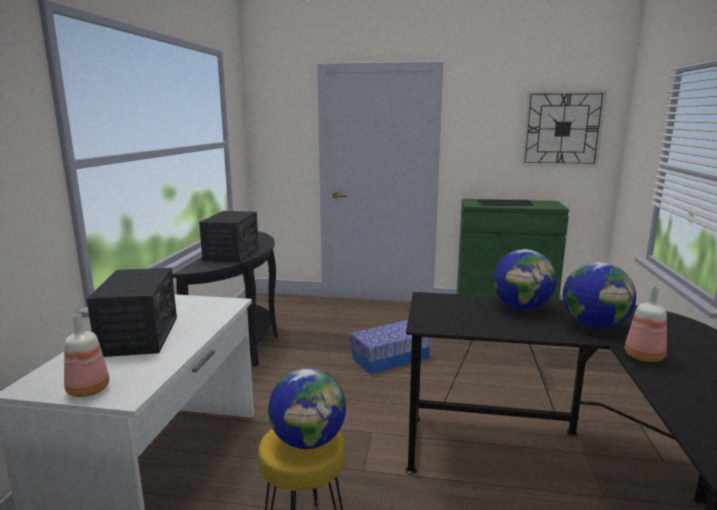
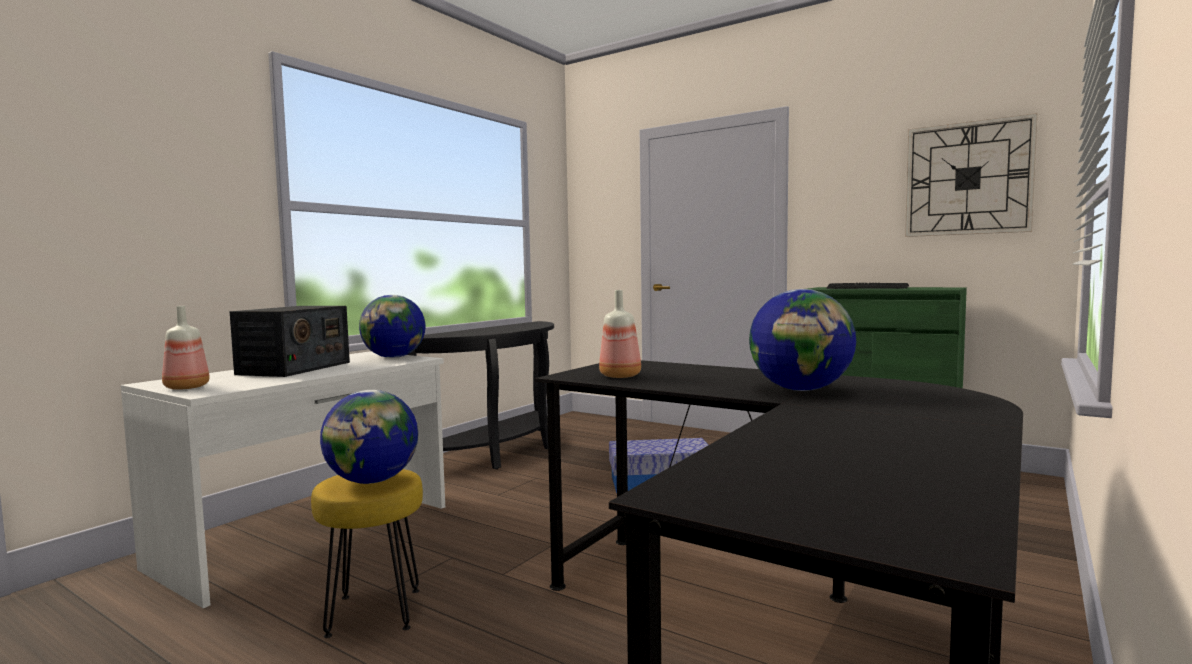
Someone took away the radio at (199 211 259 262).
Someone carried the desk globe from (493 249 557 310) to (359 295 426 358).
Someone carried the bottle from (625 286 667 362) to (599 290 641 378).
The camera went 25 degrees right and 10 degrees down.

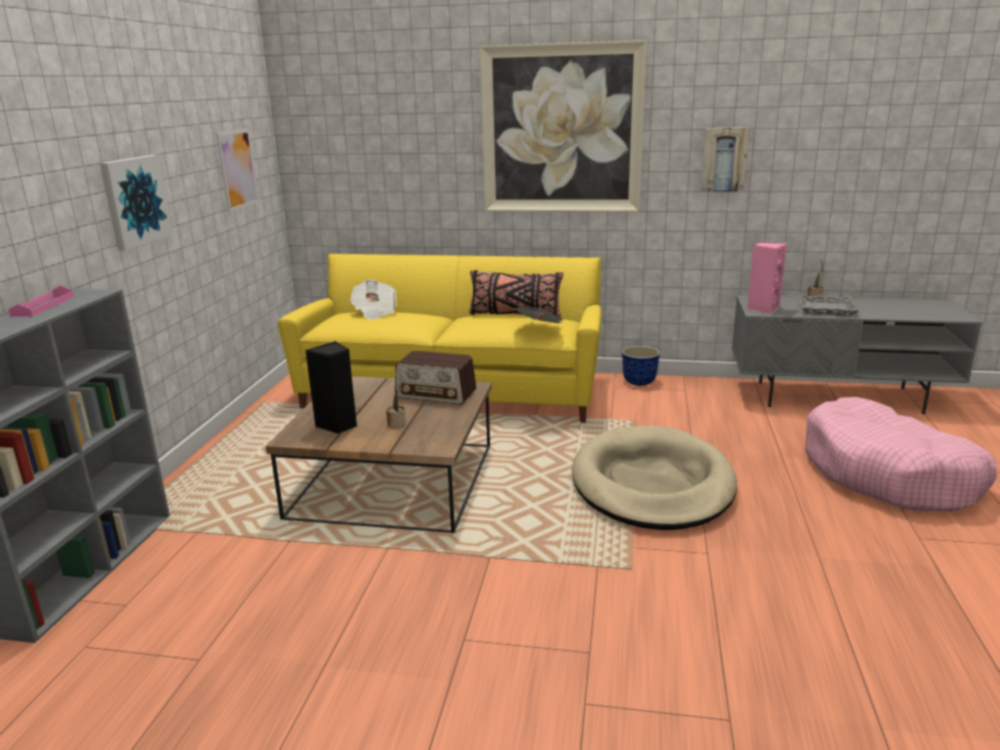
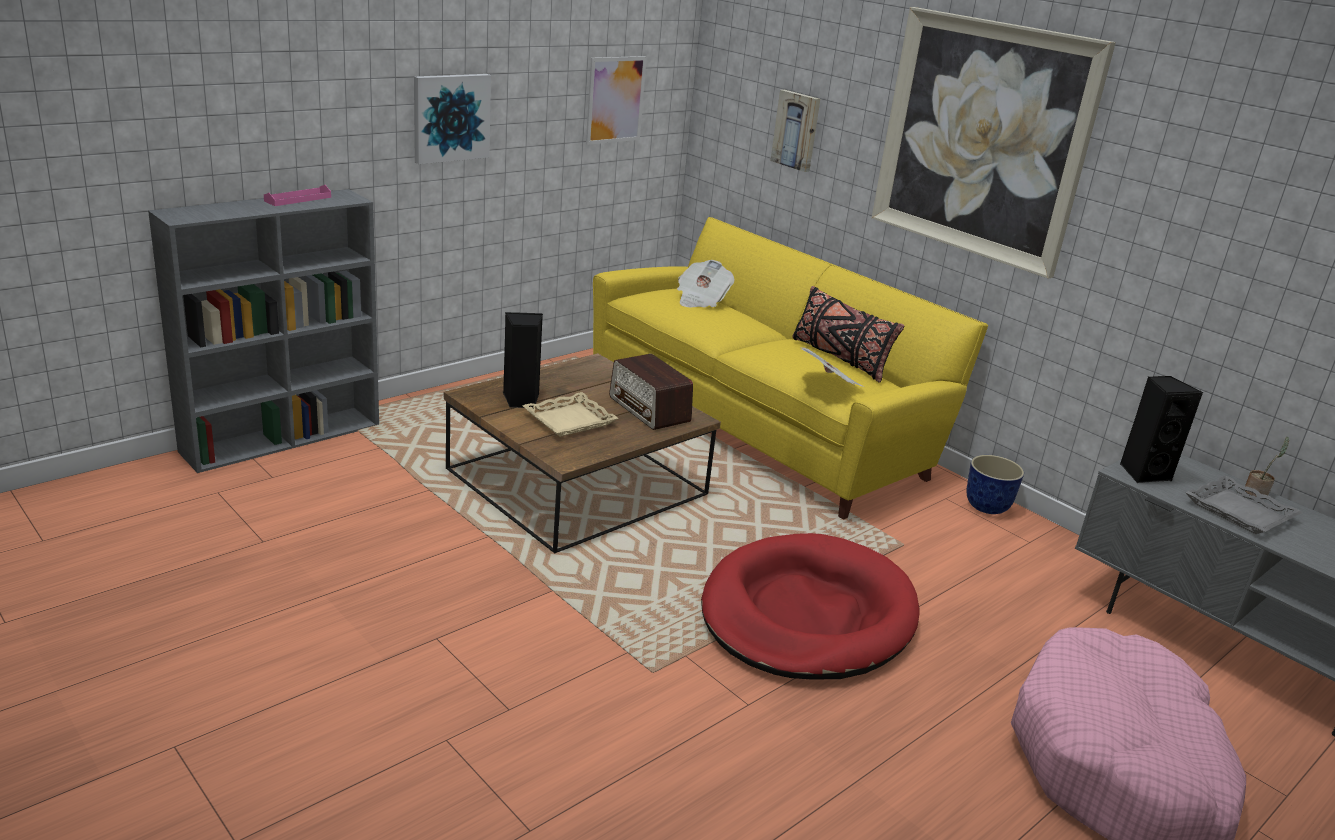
Someone carried the wall art from (701 127 749 192) to (770 90 820 172).
Someone swapped the potted plant at (386 372 406 428) for the carrying tray in beige-coloured at (522 392 618 437).
Someone repainted the pet bed in beige-coloured at (572 426 737 530), which became the pet bed in red at (701 533 920 679).
Someone repainted the audio speaker in pink at (747 242 787 314), which became the audio speaker in black-coloured at (1120 376 1203 483).
The camera went 35 degrees right and 5 degrees up.

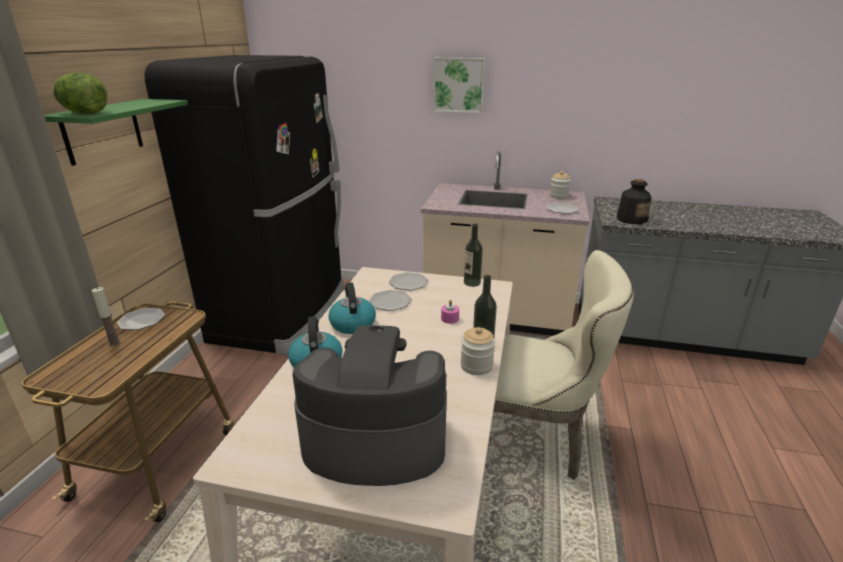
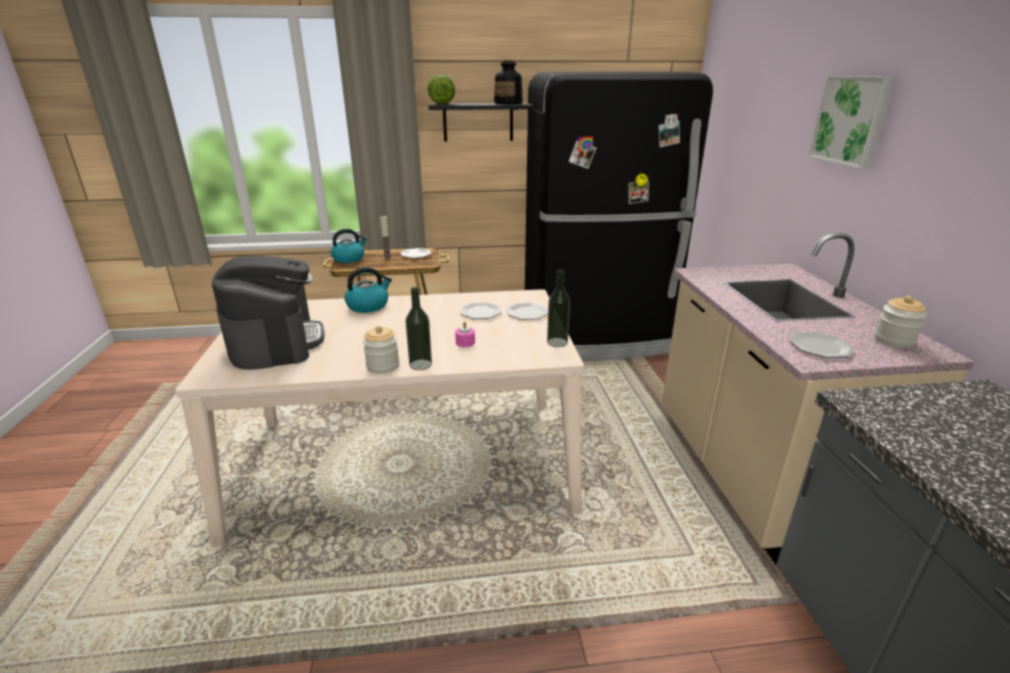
Someone took away the chair in beige-coloured at (494 250 634 480).
Someone carried the kettle from (329 282 376 334) to (331 229 367 263).
Someone carried the bottle from (617 179 651 224) to (494 60 522 104).
Someone repainted the wall shelf in greenish at (44 99 188 166), which became the wall shelf in black-coloured at (429 103 533 142).
The camera went 70 degrees right and 0 degrees up.

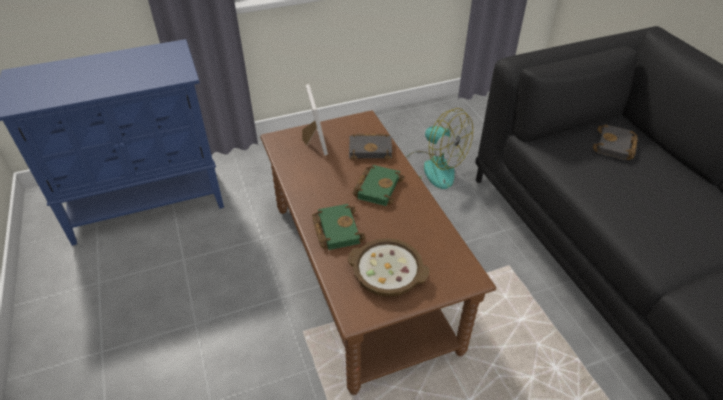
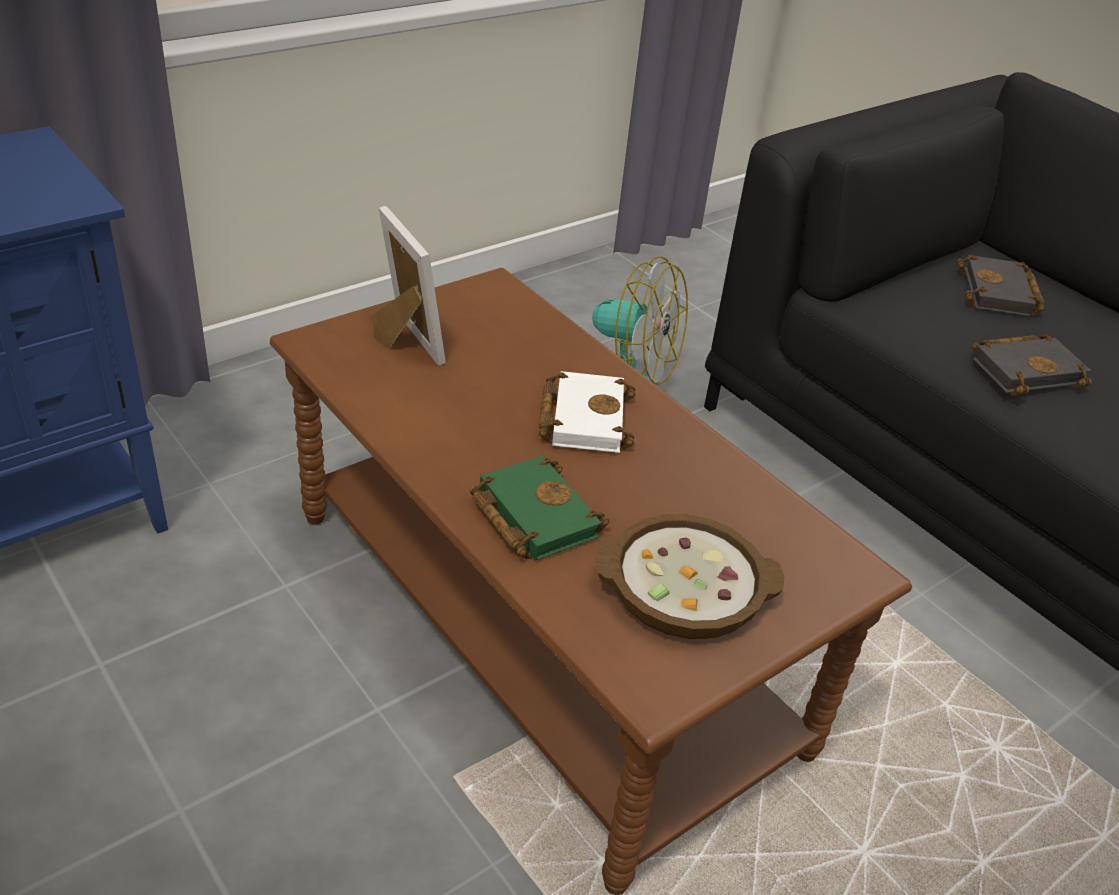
Someone carried the book in black-coloured from (349 134 392 160) to (972 334 1092 396).
Someone repainted the book in greenish at (353 165 405 206), which became the book in white at (539 371 635 453).
The camera went 20 degrees left and 5 degrees down.

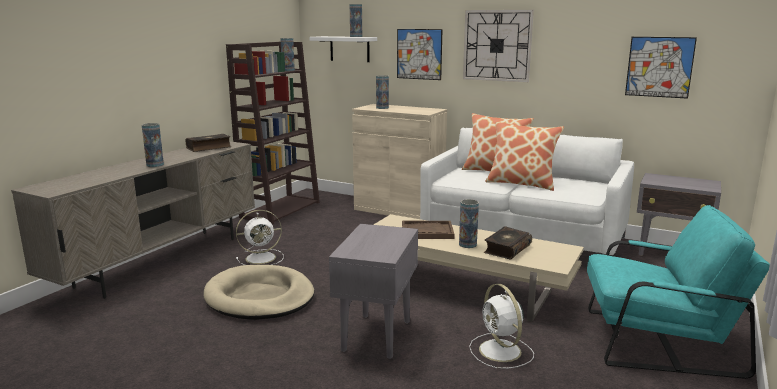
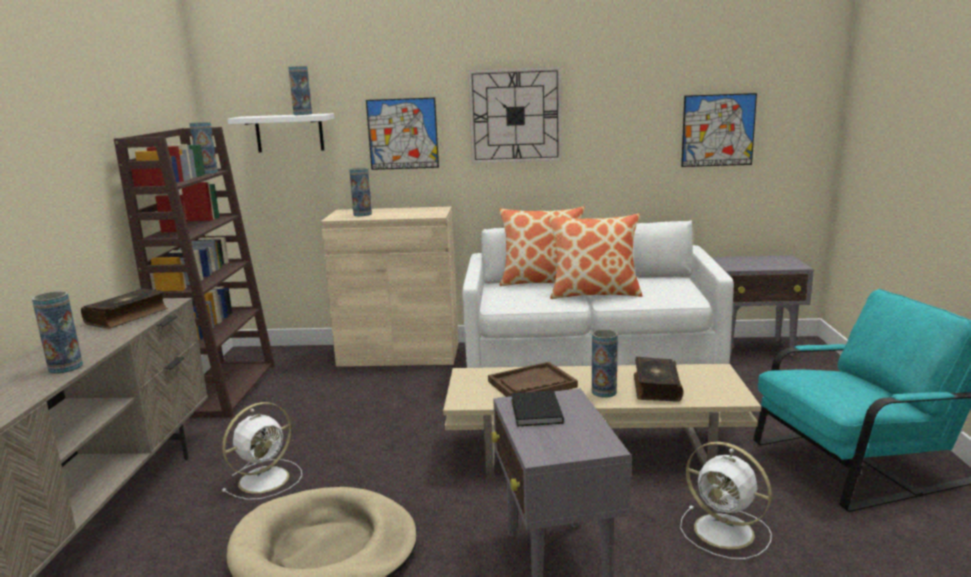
Someone put down the book in black-coloured at (511 391 564 427).
The camera went 25 degrees left and 0 degrees up.

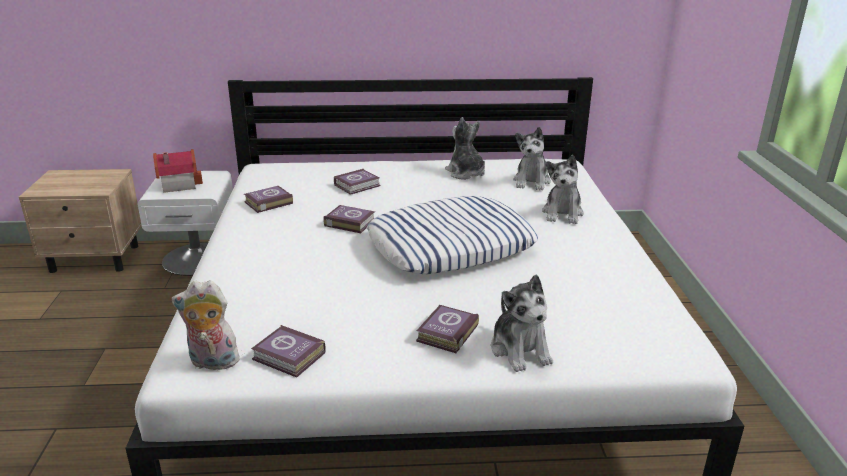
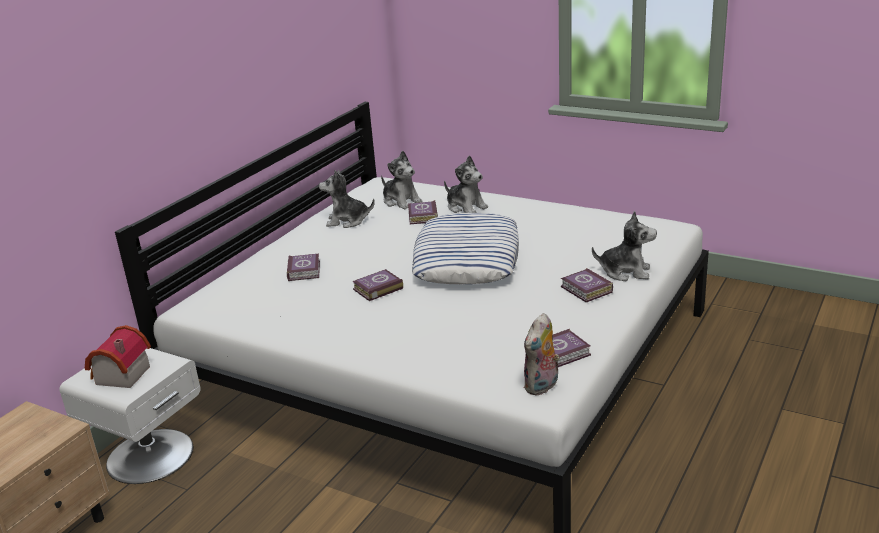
Someone carried the book from (244 186 293 213) to (408 200 438 224).
The camera went 55 degrees left and 0 degrees up.

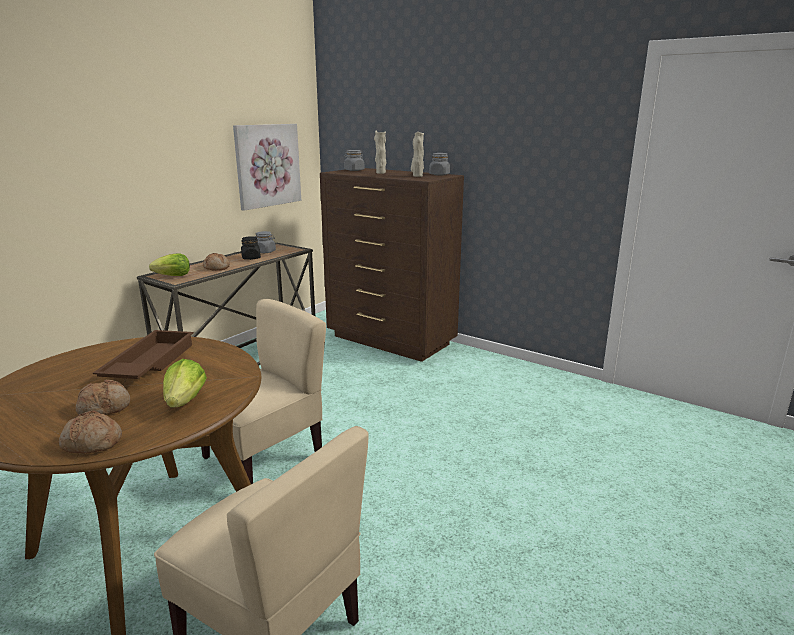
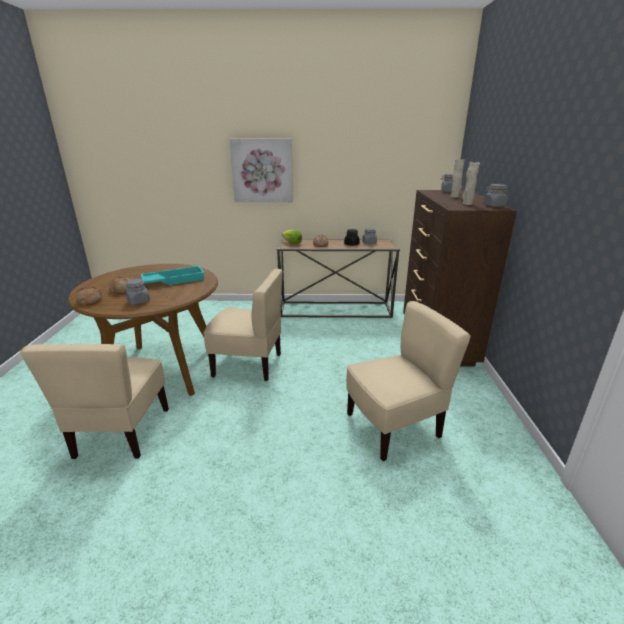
Someone put down the chair in beige-coloured at (346 301 471 461).
Someone carried the wall art from (233 124 301 211) to (229 139 293 202).
Someone swapped the lettuce at (163 359 207 408) for the storage jar in grey at (126 279 150 305).
Someone repainted the carrying tray in brown at (93 330 193 379), which became the carrying tray in blue-green at (141 266 205 285).
The camera went 55 degrees right and 5 degrees up.

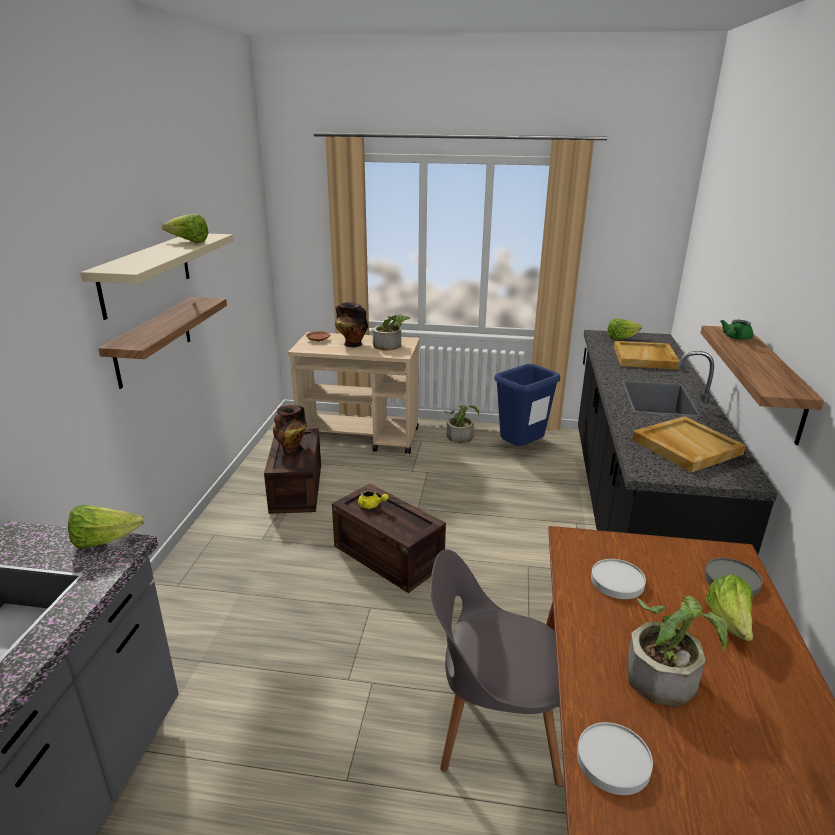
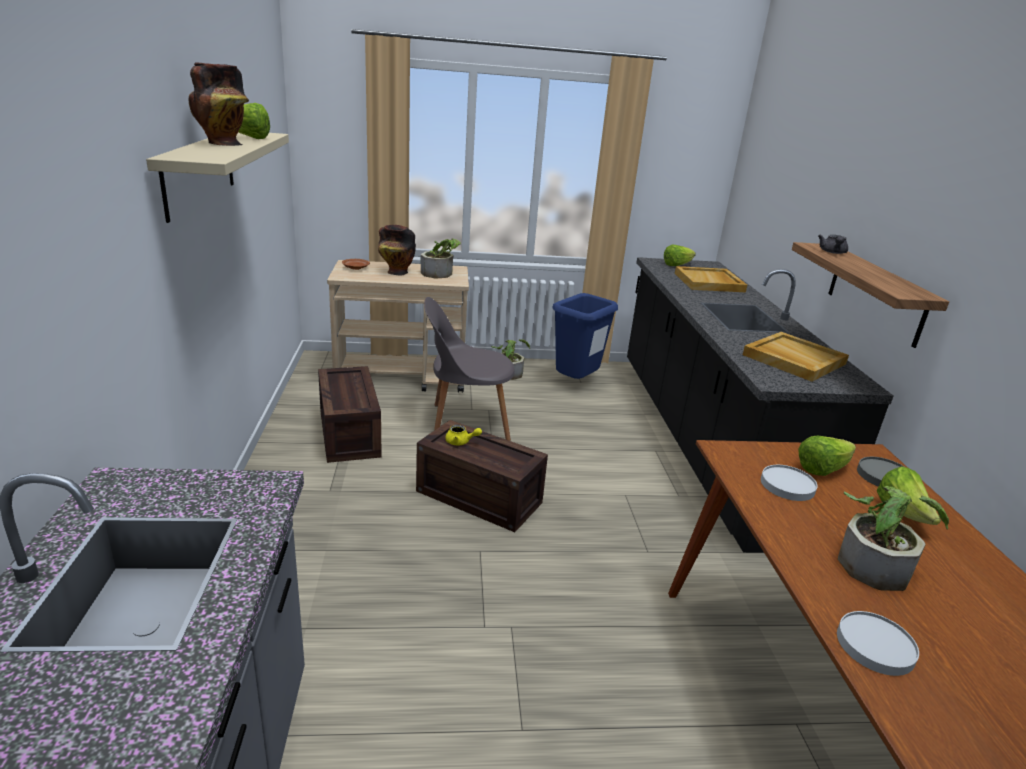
Someone took away the wall shelf at (98 297 227 389).
Someone carried the lettuce from (68 505 145 548) to (798 436 856 476).
Someone carried the flower vase from (273 405 307 454) to (189 62 249 146).
Someone carried the chair in grey from (430 549 563 787) to (424 297 515 441).
Someone repainted the pot for tea in greenish at (720 320 753 340), which became the pot for tea in grey at (818 234 848 254).
The camera went 15 degrees left and 0 degrees up.

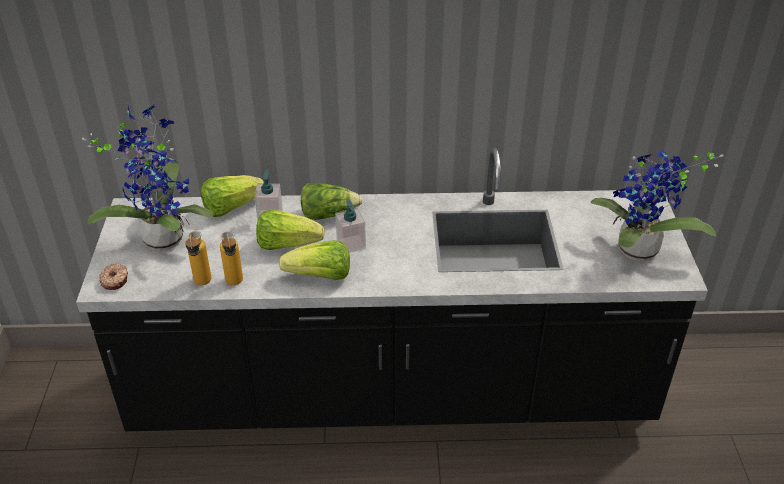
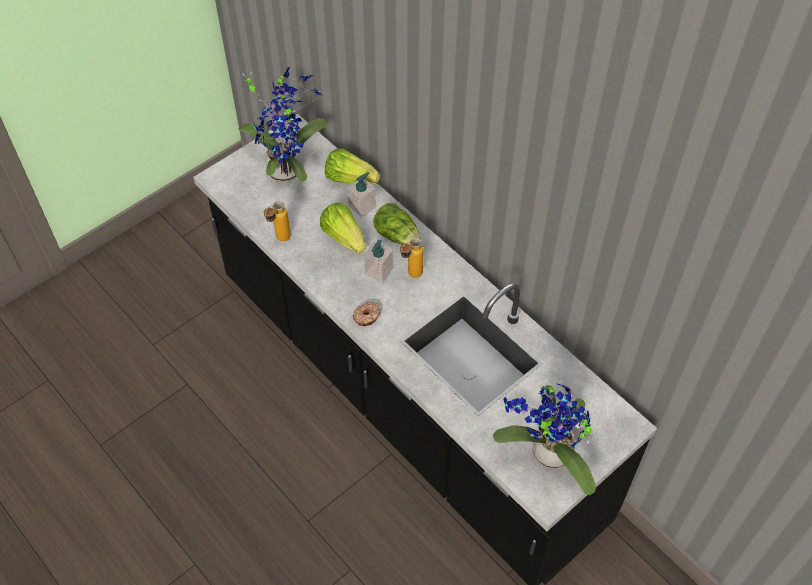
Someone took away the lettuce at (279 240 350 280).
Someone carried the ring doughnut from (99 263 128 290) to (353 302 381 326).
Someone carried the bottle from (185 231 211 285) to (400 238 424 278).
The camera went 50 degrees right and 15 degrees up.

